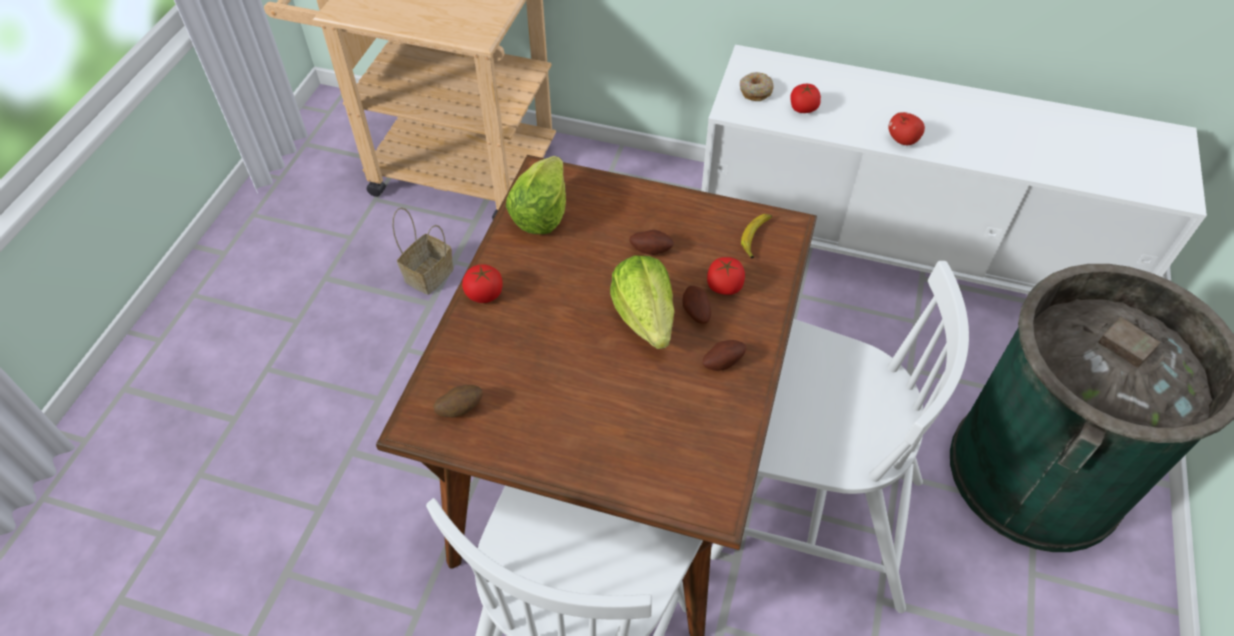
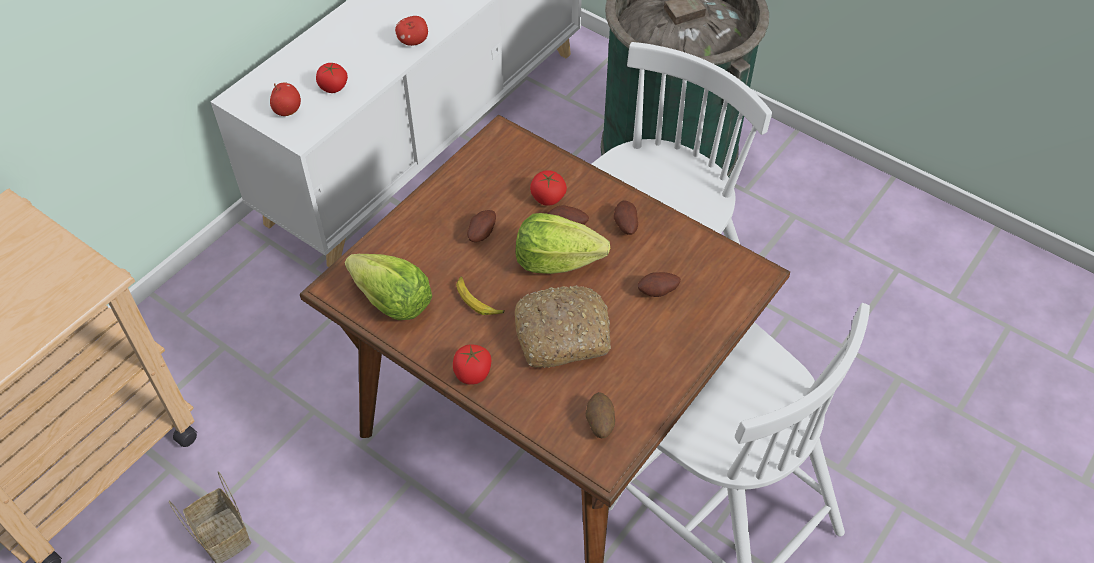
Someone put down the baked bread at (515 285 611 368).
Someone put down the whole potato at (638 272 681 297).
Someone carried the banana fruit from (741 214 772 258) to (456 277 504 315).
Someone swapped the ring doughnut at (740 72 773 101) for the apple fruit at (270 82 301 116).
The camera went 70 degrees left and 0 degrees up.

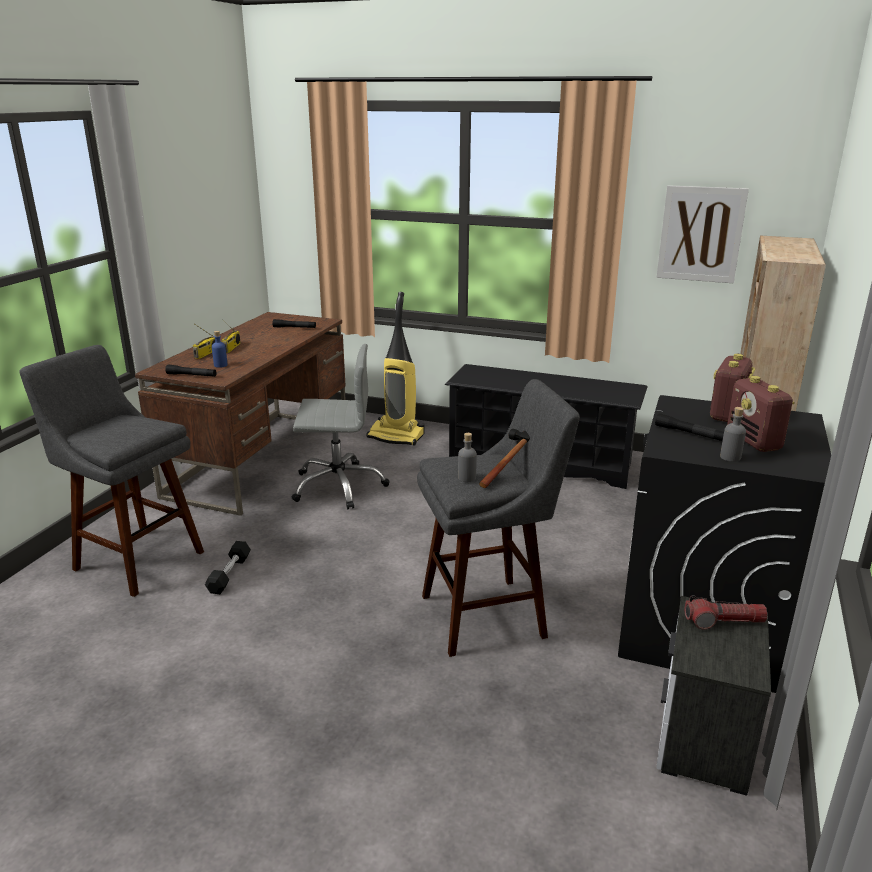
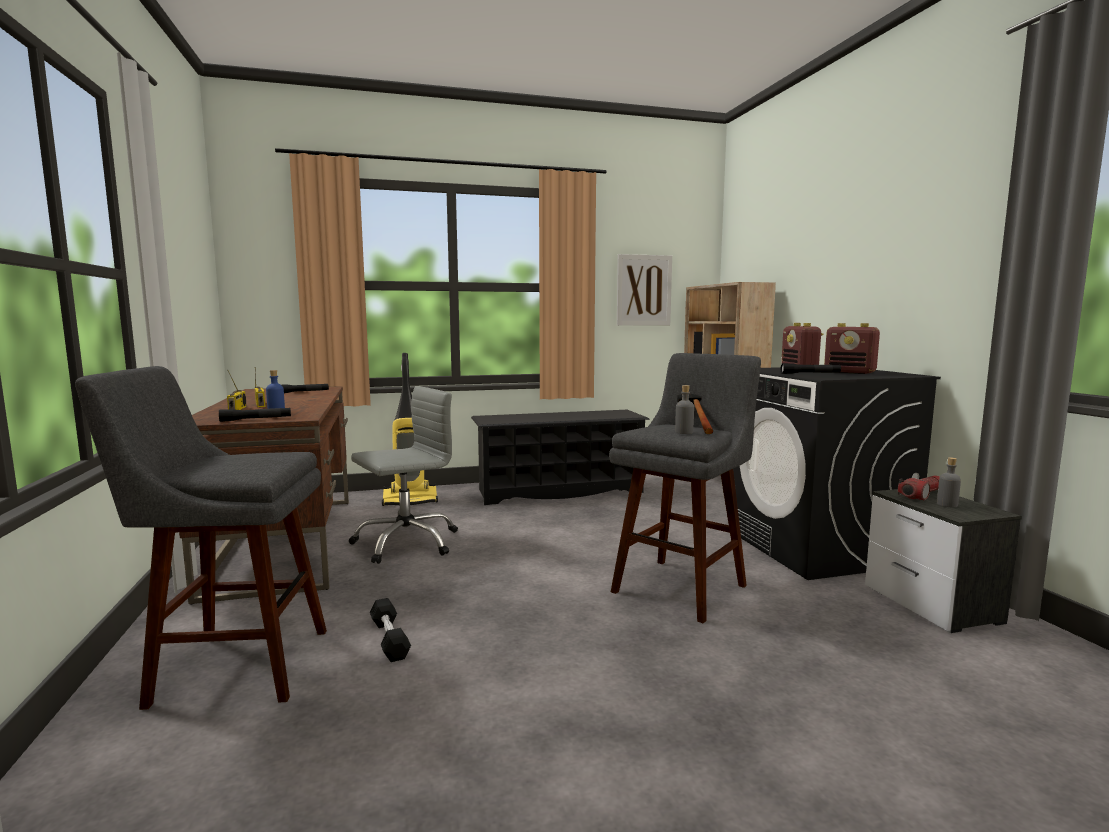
Someone carried the bottle in grey from (720 407 746 462) to (937 457 961 507).
The camera went 35 degrees left and 15 degrees down.

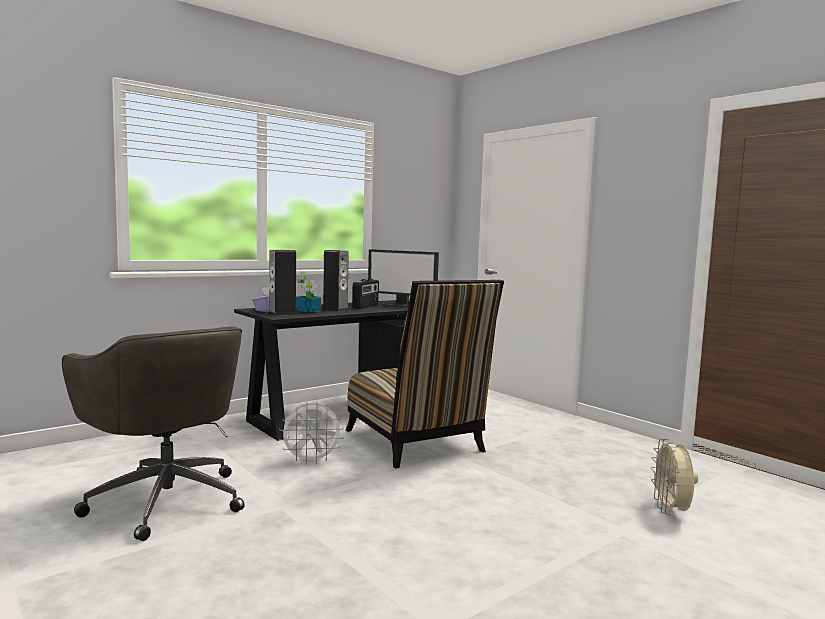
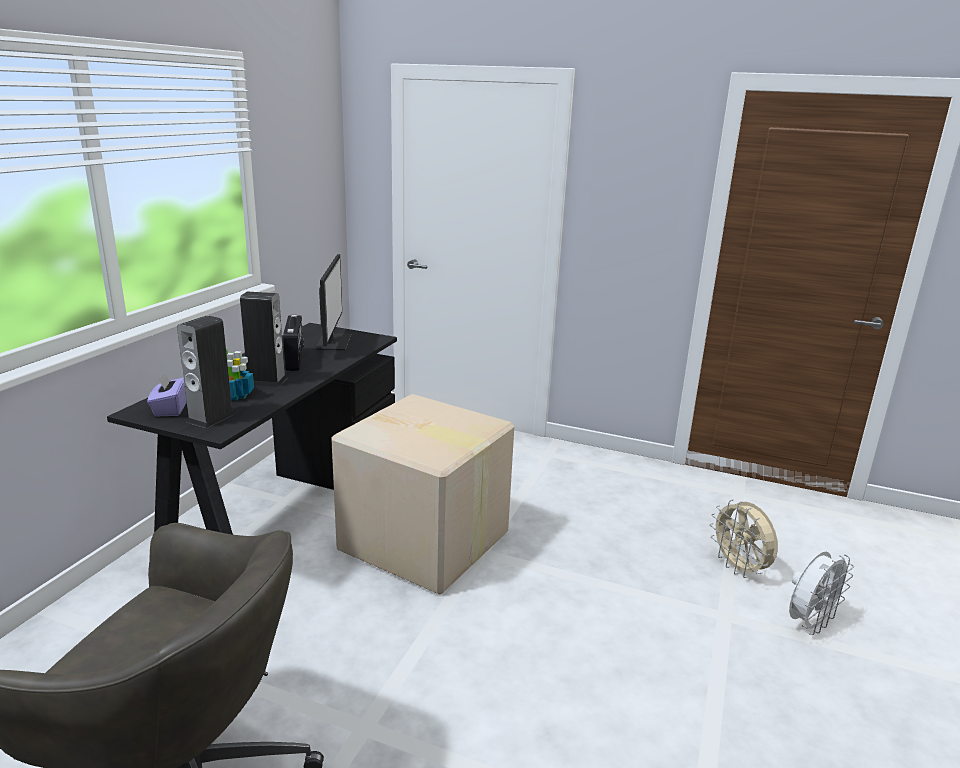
Someone carried the electric fan in white from (279 403 344 465) to (789 551 854 635).
Someone swapped the chair at (346 280 504 469) for the carton at (331 394 514 595).
Someone rotated the computer display at (368 249 439 307) by 90 degrees counterclockwise.
The camera went 30 degrees left and 15 degrees up.

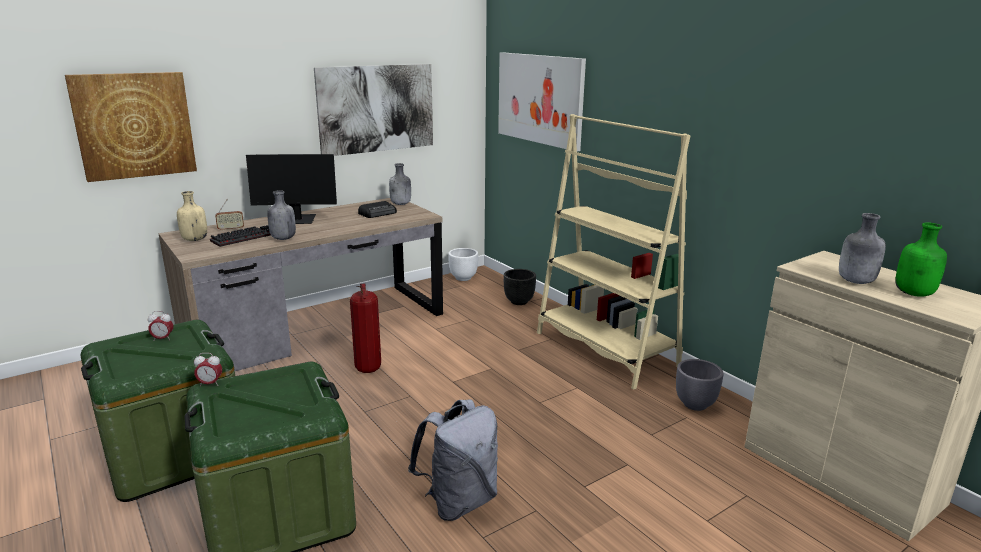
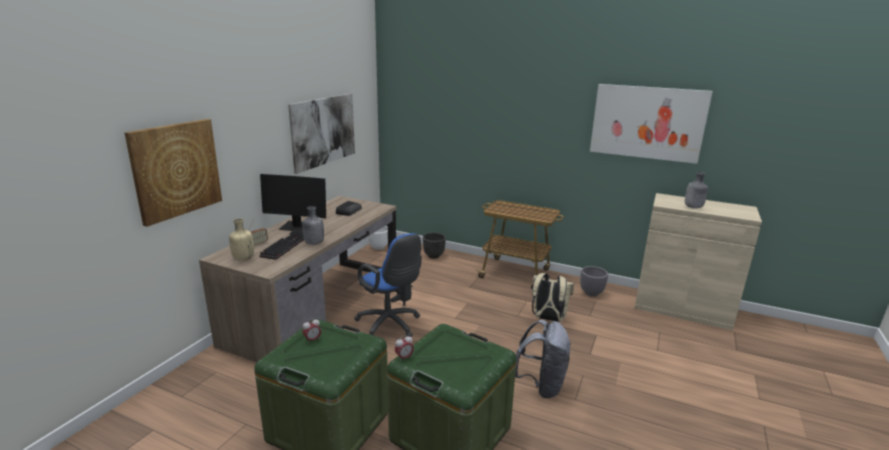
Someone took away the bottle in grey at (389 163 411 205).
Someone took away the bottle in greenish at (895 222 947 297).
Someone put down the knapsack in beige-coloured at (532 273 574 322).
Someone carried the wall art from (498 52 586 151) to (590 84 713 164).
Someone swapped the fire extinguisher at (350 283 381 373) for the desk chair in bluish at (354 233 422 337).
Someone swapped the bookshelf in beige-coloured at (537 114 690 390) for the cart at (475 200 564 290).
Someone rotated the computer display at (246 154 337 224) by 45 degrees clockwise.
The camera went 30 degrees left and 0 degrees up.

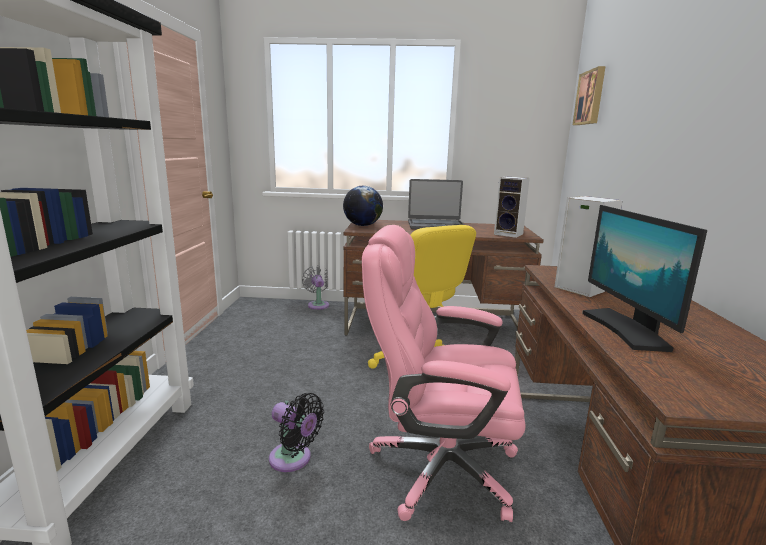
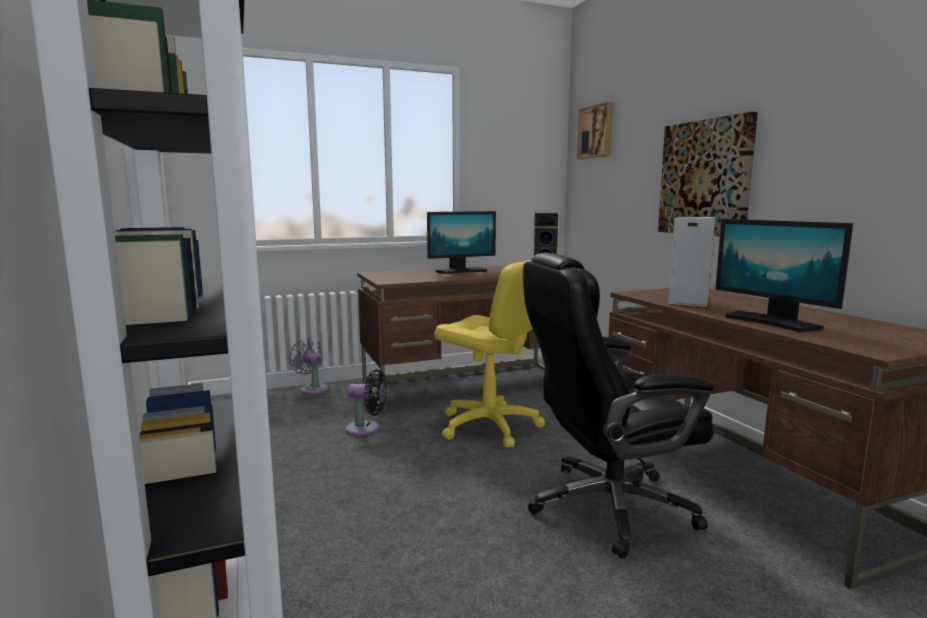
Someone took away the desk globe at (343 186 383 226).
Someone put up the wall art at (658 112 758 237).
Someone carried the electric fan in black-coloured from (269 393 324 472) to (345 369 386 436).
Someone swapped the notebook computer at (408 179 464 229) for the computer display at (427 211 496 274).
Someone repainted the desk chair in pink at (362 225 525 522), which became the desk chair in black-coloured at (523 252 714 559).
The camera went 25 degrees left and 5 degrees down.

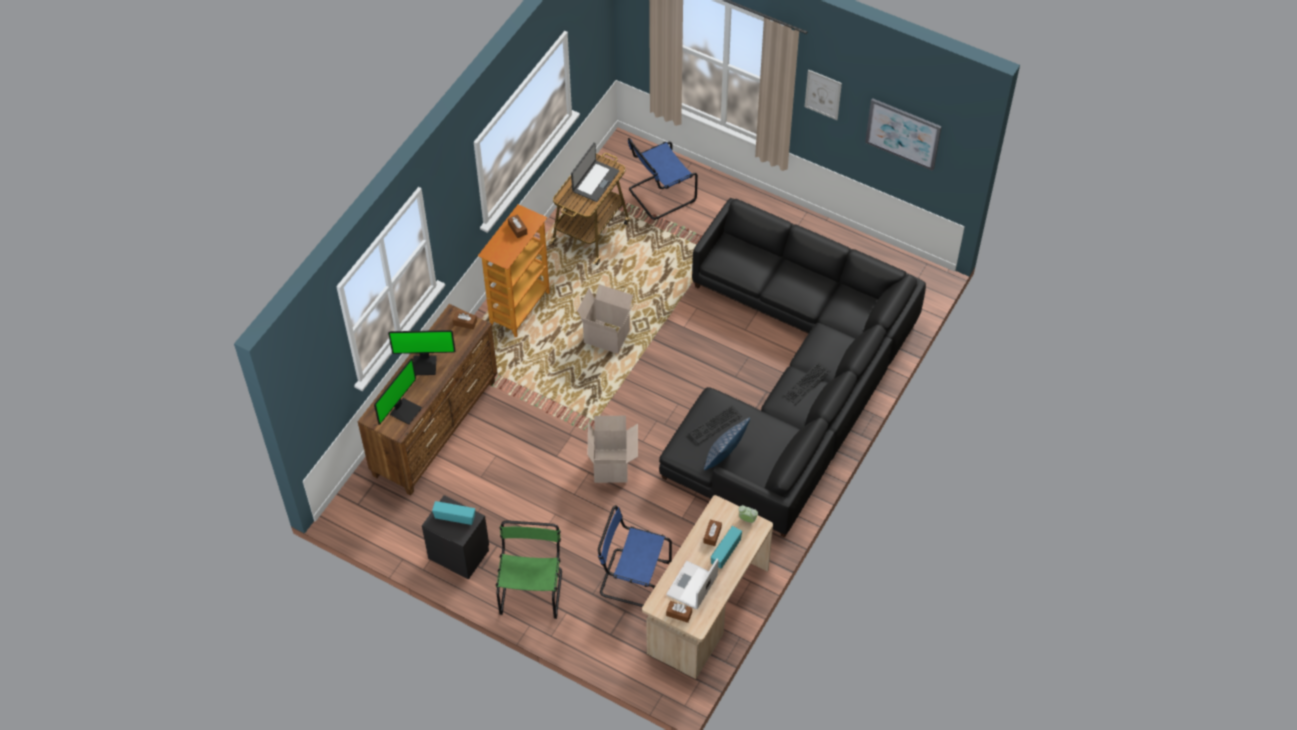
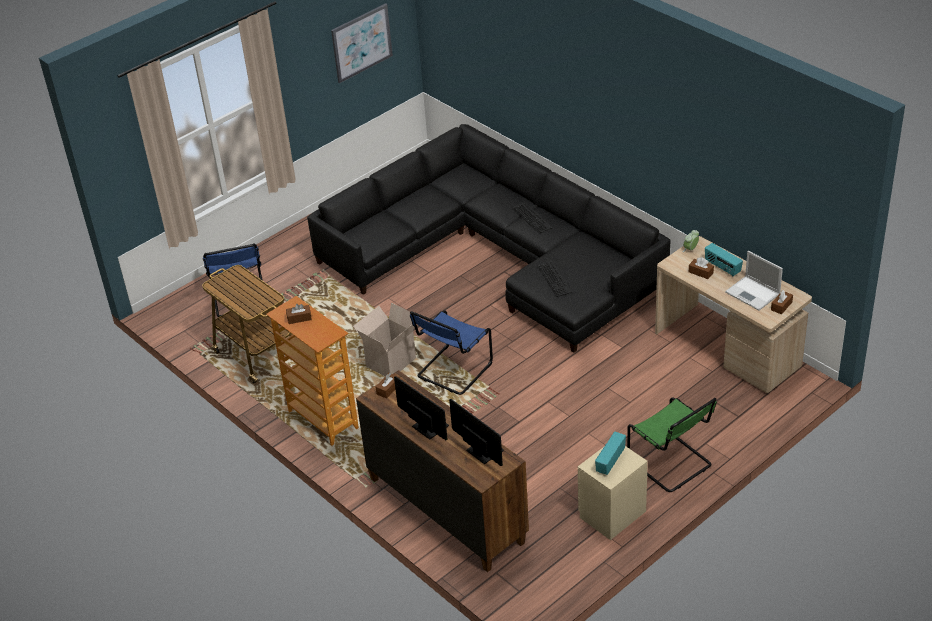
Someone took away the notebook computer at (571 143 619 202).
Someone took away the carton at (588 416 638 483).
Someone took away the cushion at (704 418 750 470).
Someone took away the wall art at (805 69 842 120).
Someone carried the chair in bluish from (598 505 672 607) to (410 310 493 395).
Someone repainted the nightstand in black-coloured at (422 495 489 580), which became the nightstand in beige-coloured at (578 446 648 540).
Someone rotated the computer display at (388 330 456 375) by 60 degrees counterclockwise.
Someone rotated the chair in greenish at (496 520 562 619) by 150 degrees counterclockwise.
The camera went 70 degrees left and 15 degrees down.

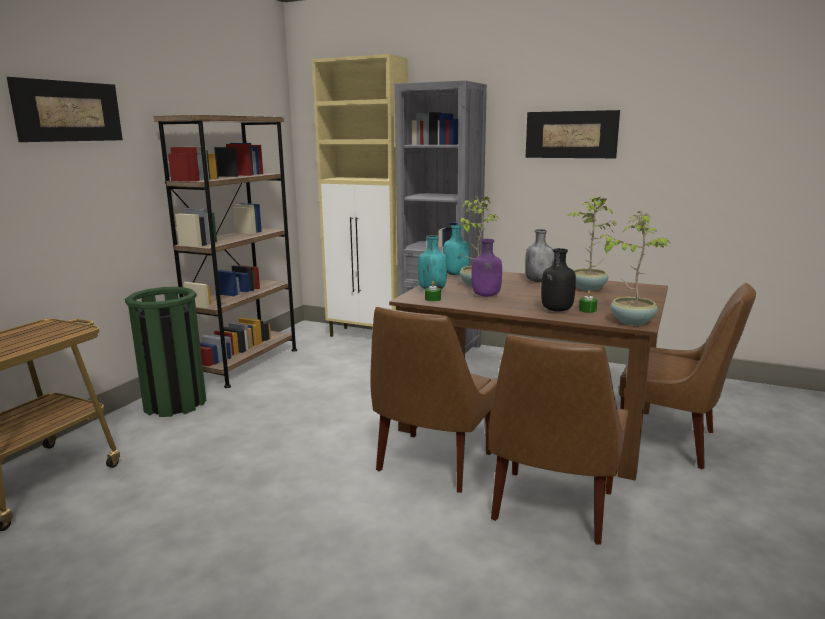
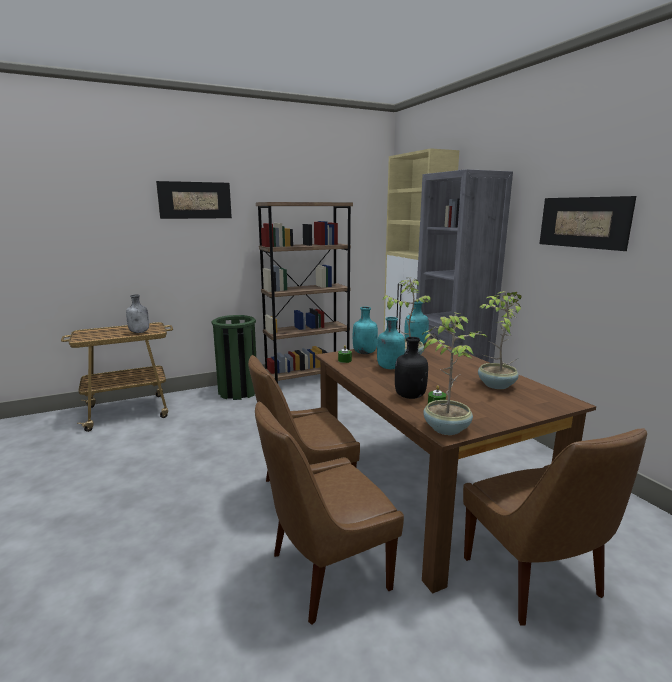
Someone carried the bottle in grey from (525 229 554 282) to (126 294 149 333).
Someone repainted the bottle in purplish at (472 239 502 297), which became the bottle in blue-green at (377 317 405 369).
The camera went 40 degrees right and 0 degrees up.

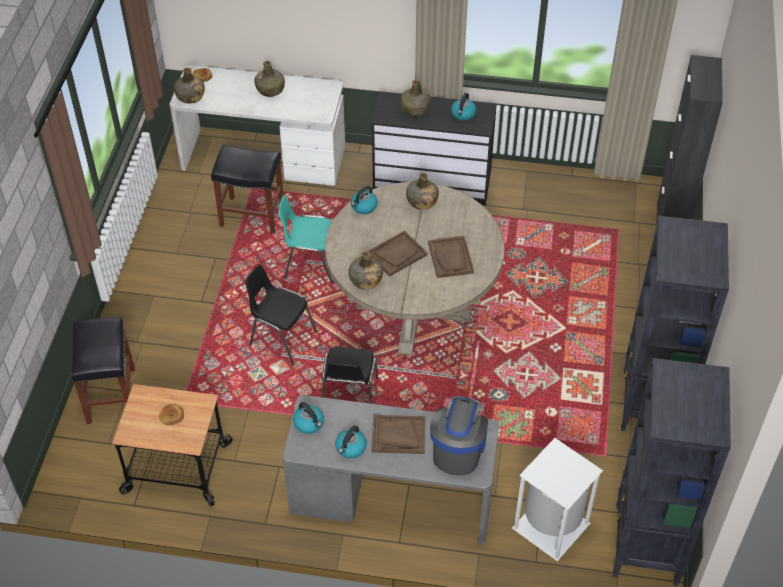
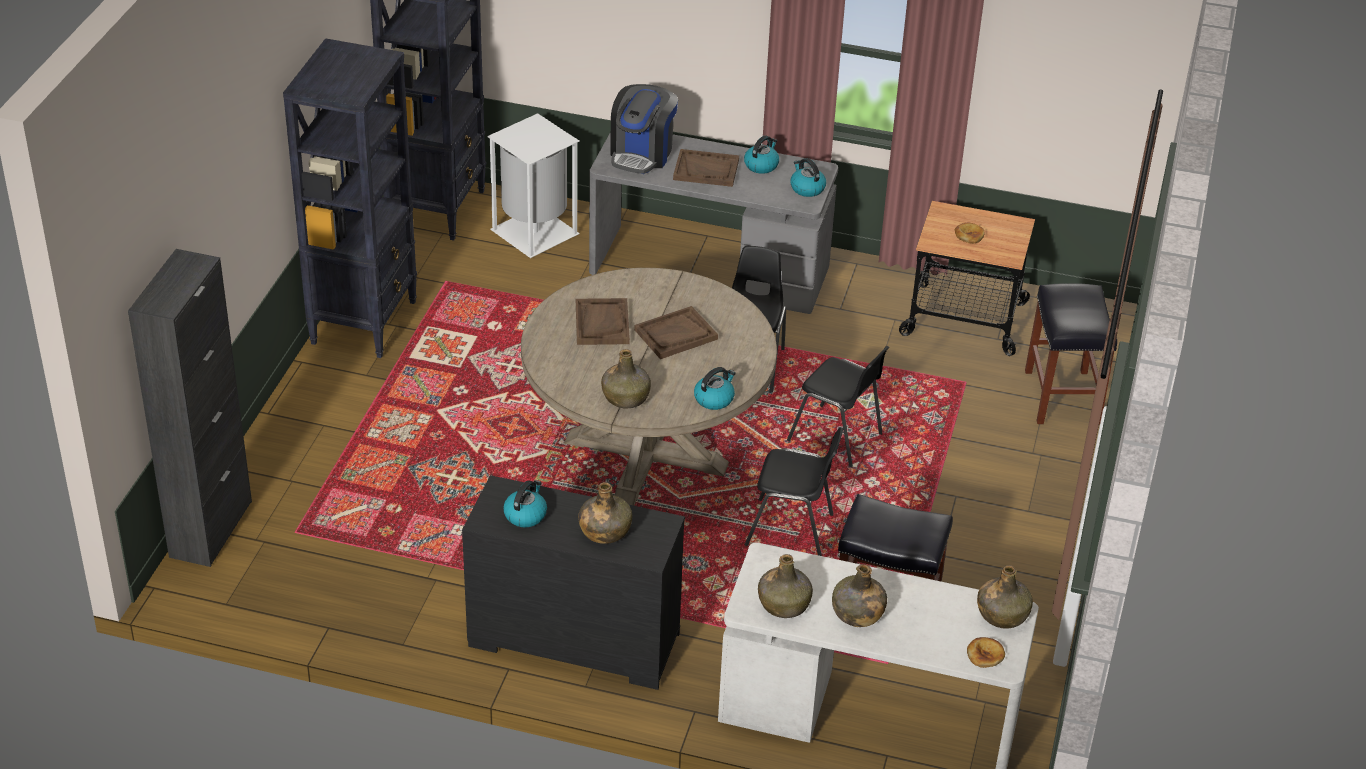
Someone carried the bottle in greenish from (348 251 383 290) to (758 554 813 618).
Someone repainted the chair in blue-green at (278 196 334 284), which became the chair in black-coloured at (744 427 844 556).
The camera went 175 degrees left and 10 degrees down.

